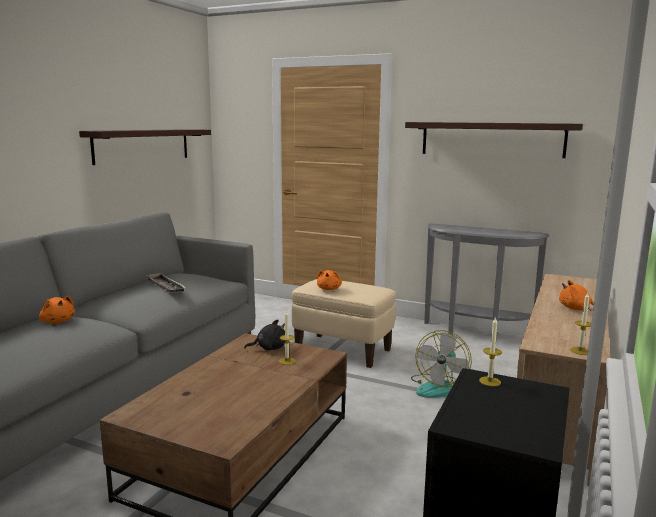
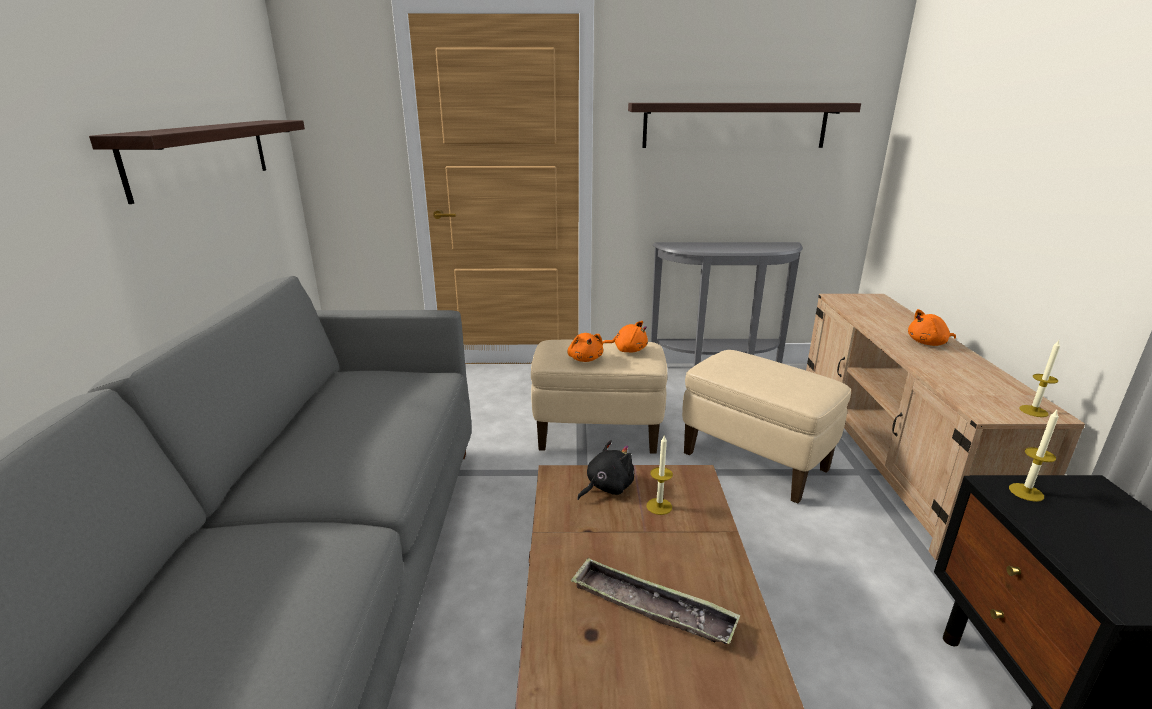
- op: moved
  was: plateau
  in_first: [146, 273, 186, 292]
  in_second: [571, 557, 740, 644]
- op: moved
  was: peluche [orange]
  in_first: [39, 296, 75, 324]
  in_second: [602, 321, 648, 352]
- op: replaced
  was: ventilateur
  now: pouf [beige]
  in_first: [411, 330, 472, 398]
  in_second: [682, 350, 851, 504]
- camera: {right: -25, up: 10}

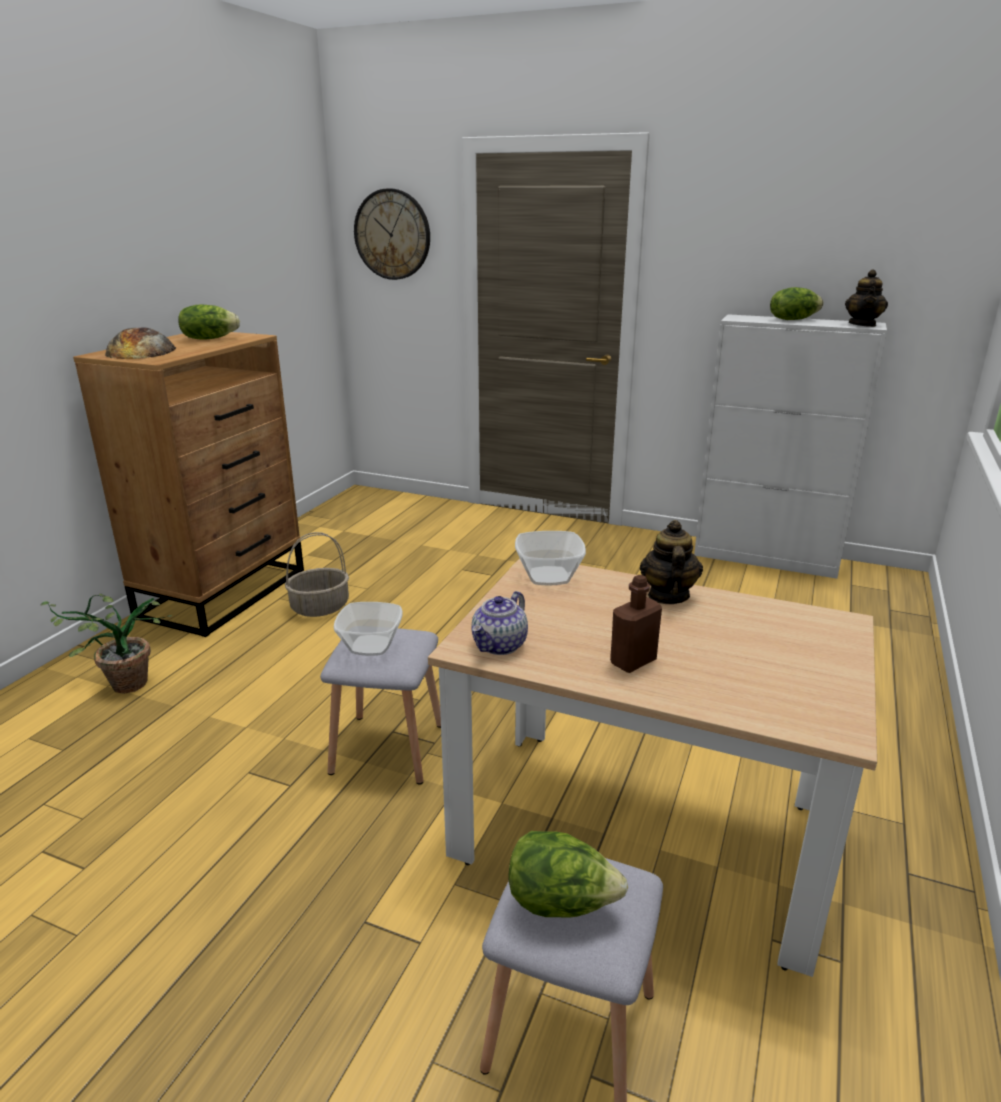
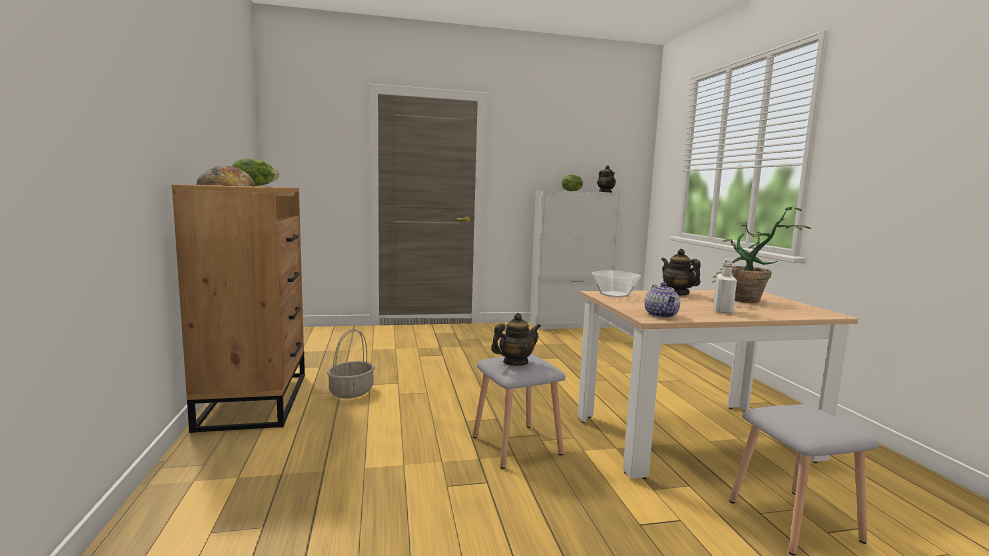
- op: replaced
  was: bol
  now: théière
  in_first: [334, 602, 403, 656]
  in_second: [491, 313, 541, 366]
- op: moved
  was: plante en pot
  in_first: [41, 594, 173, 694]
  in_second: [713, 207, 811, 303]
- op: recoloured
  was: bouteille [marron]
  now: bouteille [blanc]
  in_first: [610, 575, 662, 673]
  in_second: [713, 258, 737, 314]
- op: removed
  was: horloge murale
  in_first: [354, 188, 430, 280]
- op: removed
  was: laitue
  in_first: [508, 831, 628, 918]
- camera: {right: -35, up: -15}

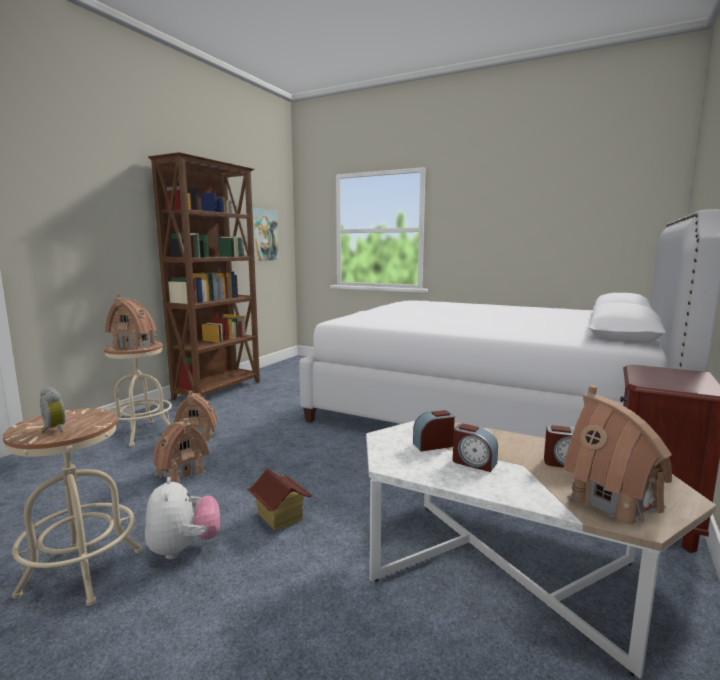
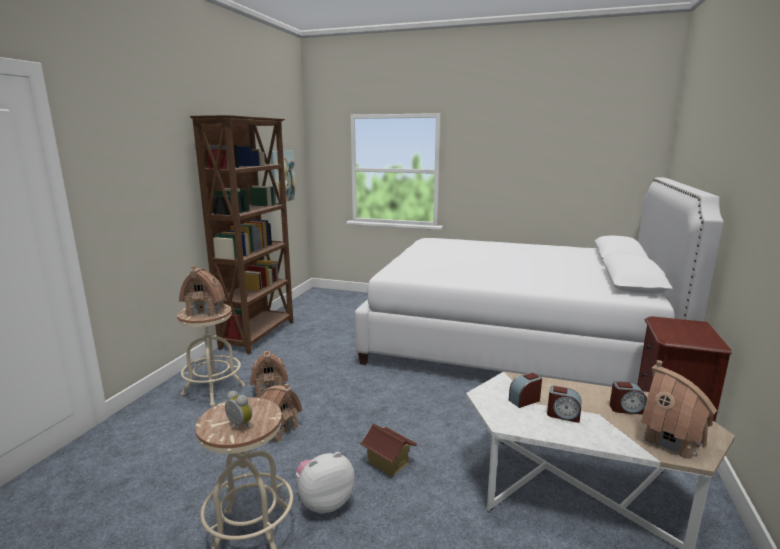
- op: turned
  was: peluche
  in_first: [145, 477, 220, 560]
  in_second: [296, 452, 355, 514]
  clockwise: -90
- camera: {right: -10, up: 5}

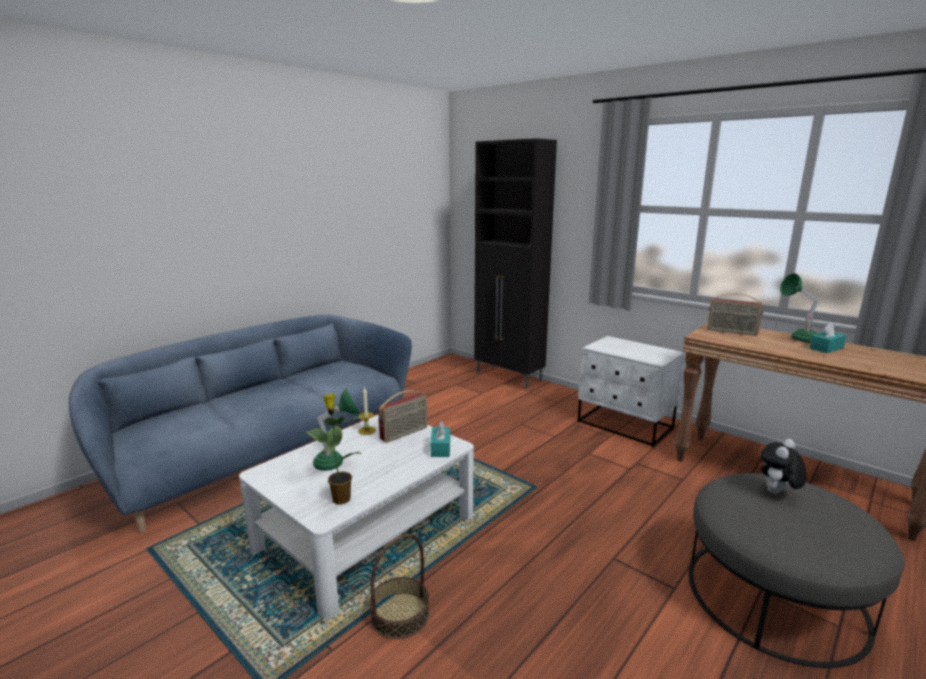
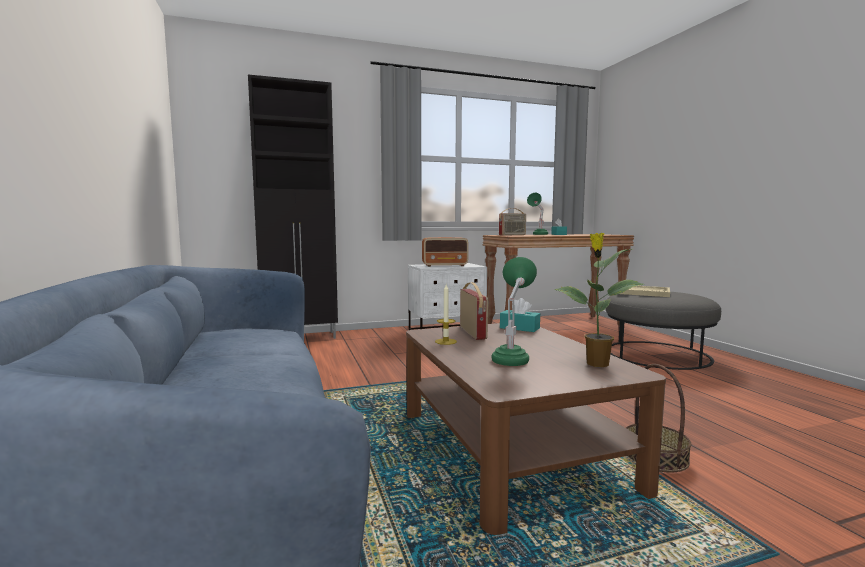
- op: recoloured
  was: table basse [blanc]
  now: table basse [marron]
  in_first: [239, 415, 474, 619]
  in_second: [406, 323, 666, 535]
- op: added
  now: radio
  in_second: [422, 237, 468, 267]
- op: replaced
  was: peluche
  now: plateau [beige]
  in_first: [761, 439, 806, 494]
  in_second: [620, 286, 670, 297]
- camera: {right: -60, up: -10}

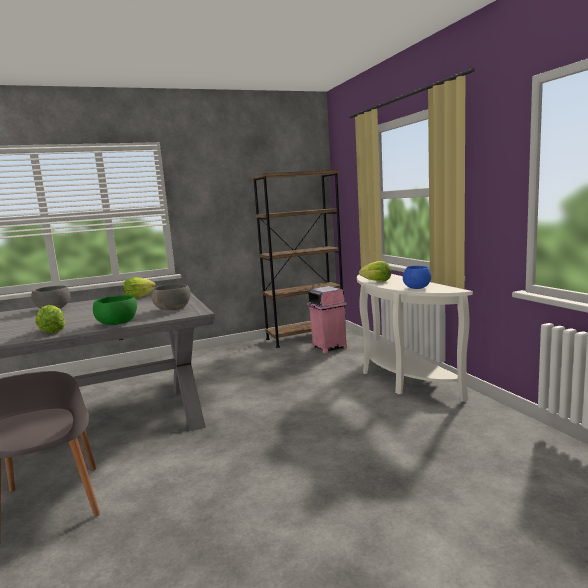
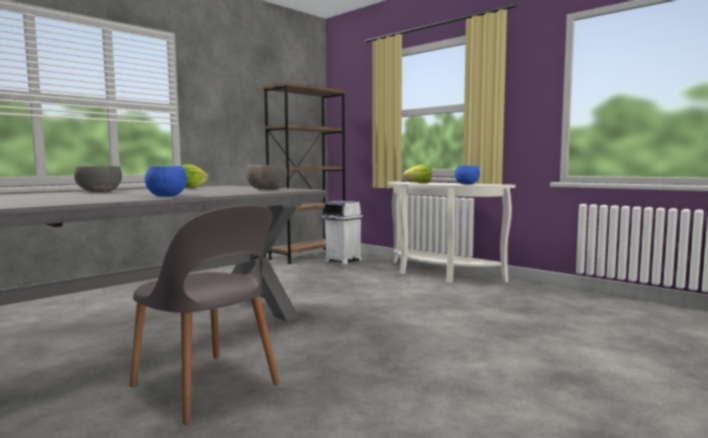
- op: replaced
  was: laitue
  now: bol [bleu]
  in_first: [36, 305, 65, 333]
  in_second: [145, 166, 187, 197]
- op: recoloured
  was: poubelle [rose]
  now: poubelle [blanc]
  in_first: [307, 286, 347, 353]
  in_second: [322, 200, 363, 265]
- op: removed
  was: bol [vert]
  in_first: [93, 295, 137, 325]
- camera: {right: -25, up: -5}

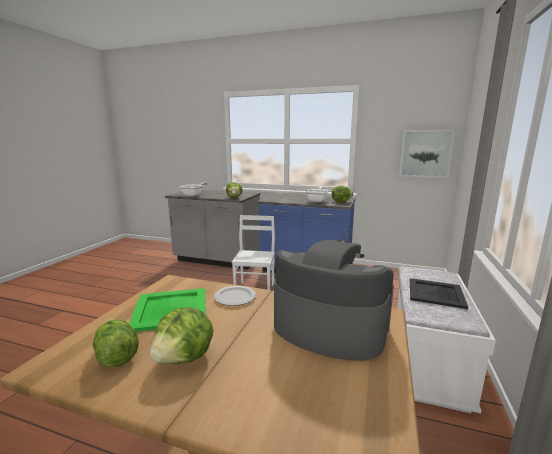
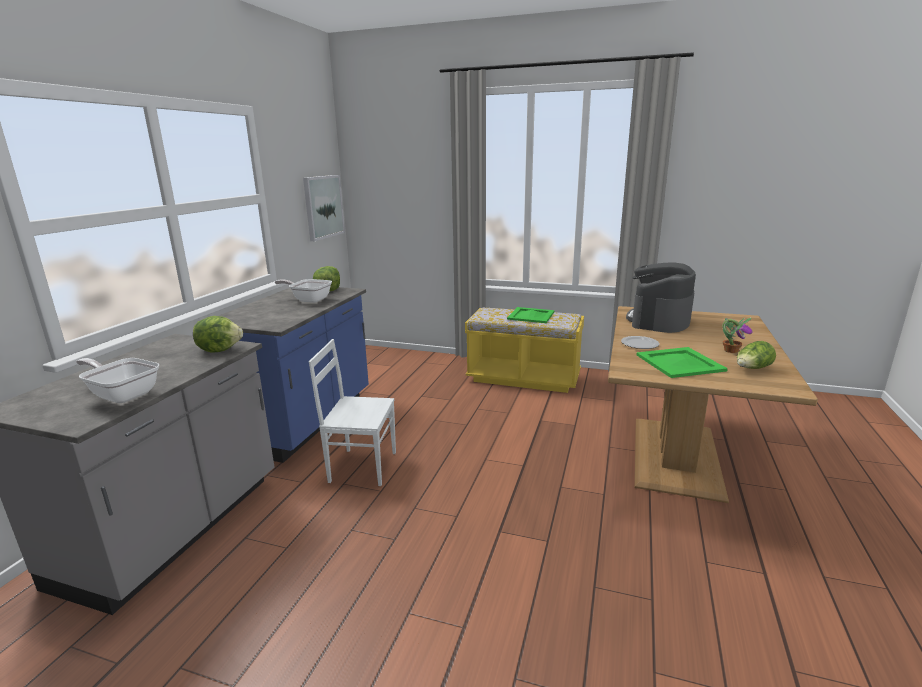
- op: recoloured
  was: banc [blanc]
  now: banc [jaune]
  in_first: [397, 267, 496, 413]
  in_second: [465, 308, 584, 393]
- op: recoloured
  was: plateau [noir]
  now: plateau [vert]
  in_first: [410, 278, 468, 309]
  in_second: [507, 307, 554, 323]
- op: replaced
  was: laitue
  now: plante en pot
  in_first: [150, 307, 213, 364]
  in_second: [722, 317, 753, 353]
- camera: {right: -90, up: 5}

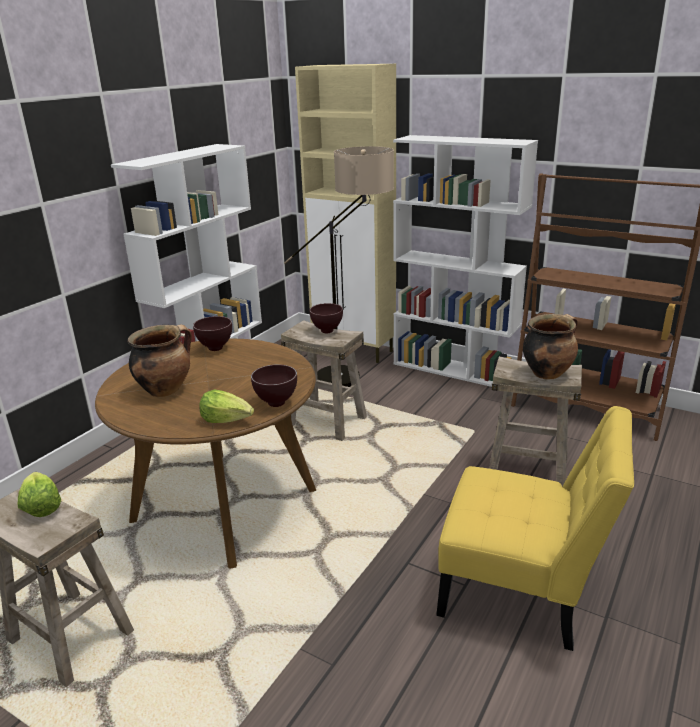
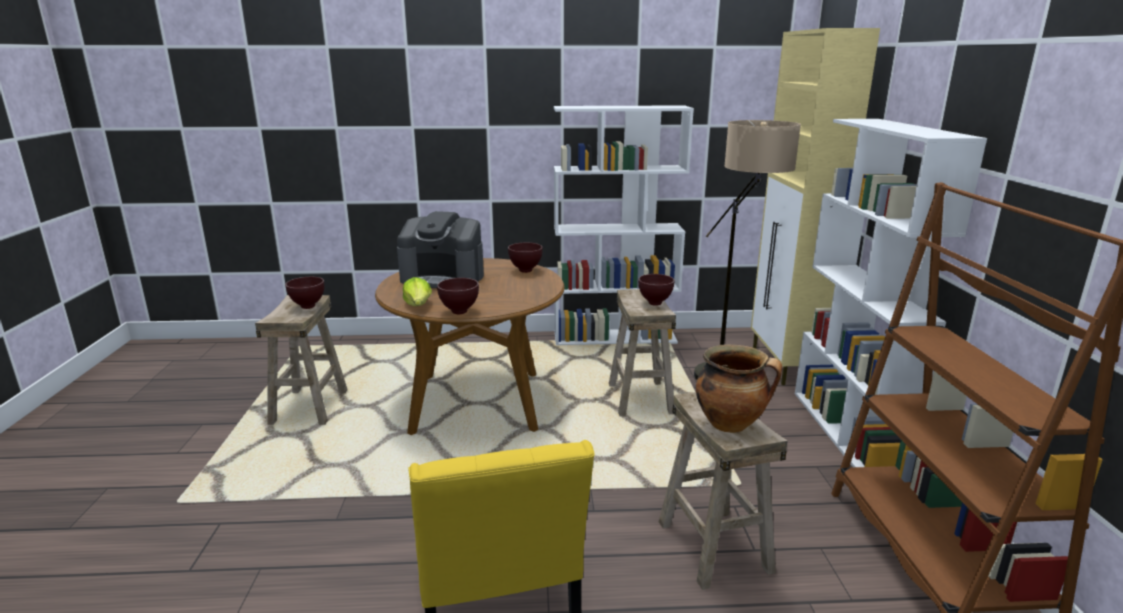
- op: replaced
  was: laitue
  now: bol [marron]
  in_first: [18, 472, 61, 517]
  in_second: [285, 277, 324, 309]
- op: replaced
  was: marmite
  now: machine à café
  in_first: [128, 324, 192, 397]
  in_second: [397, 211, 484, 288]
- camera: {right: 55, up: -5}

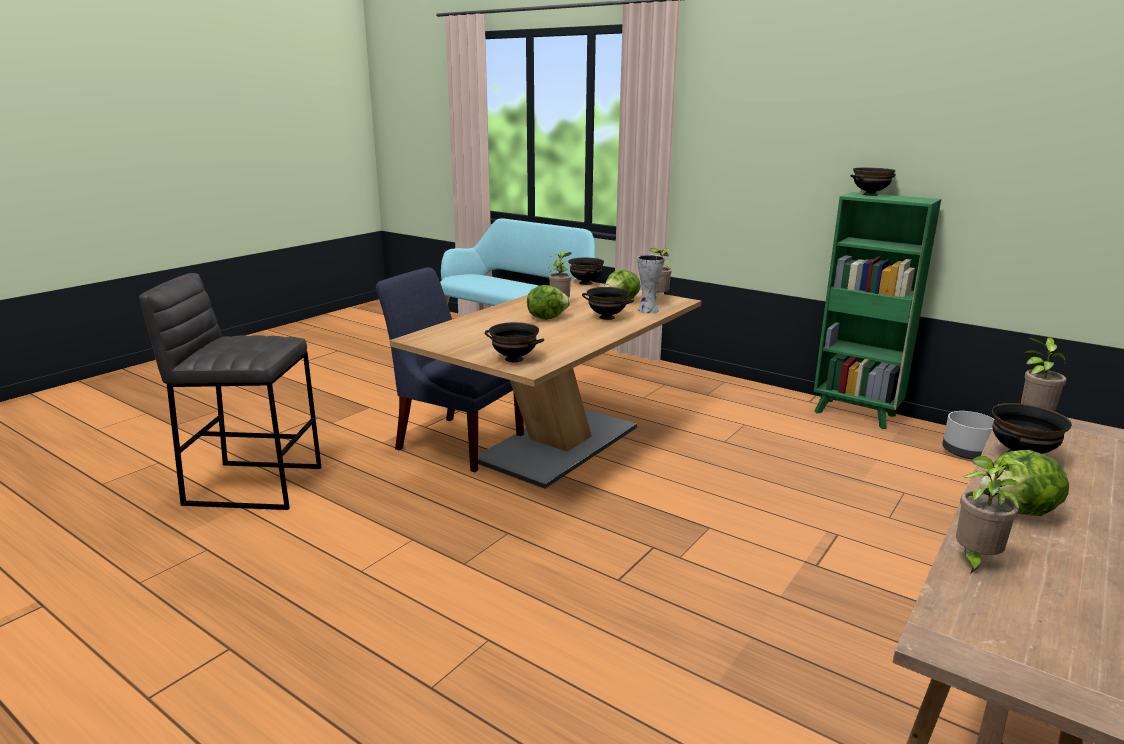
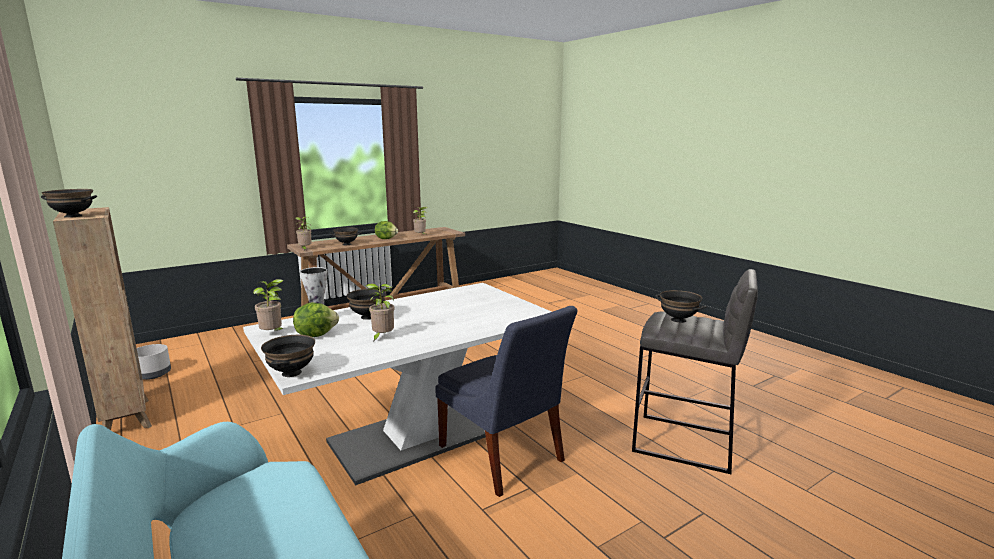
- op: recoloured
  was: bibliothèque [vert]
  now: bibliothèque [marron]
  in_first: [814, 192, 941, 429]
  in_second: [53, 207, 152, 430]
- op: recoloured
  was: table à manger [marron]
  now: table à manger [blanc]
  in_first: [389, 279, 701, 489]
  in_second: [243, 283, 552, 485]
- op: moved
  was: bol [noir]
  in_first: [485, 322, 544, 362]
  in_second: [655, 290, 707, 323]
- op: removed
  was: laitue
  in_first: [527, 285, 570, 319]
- camera: {right: -160, up: -5}

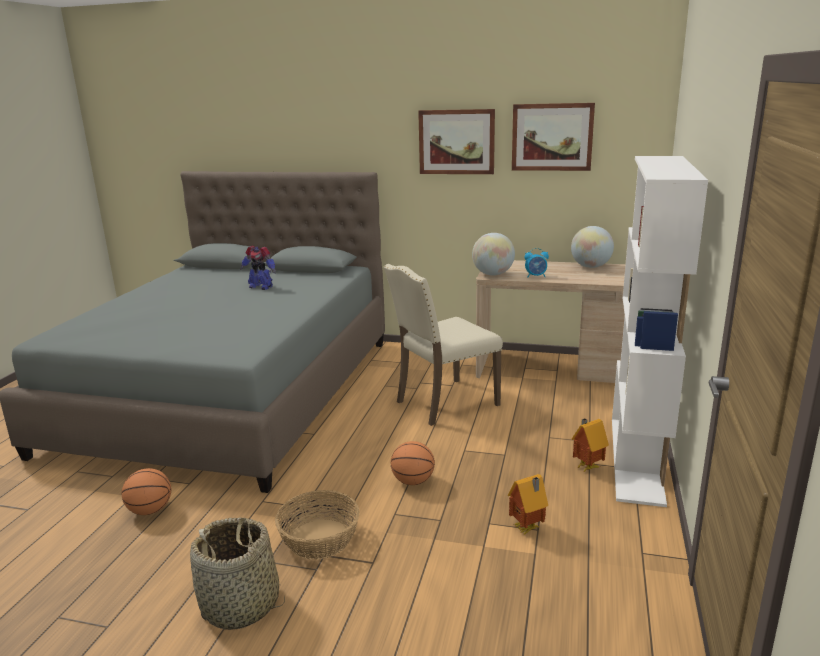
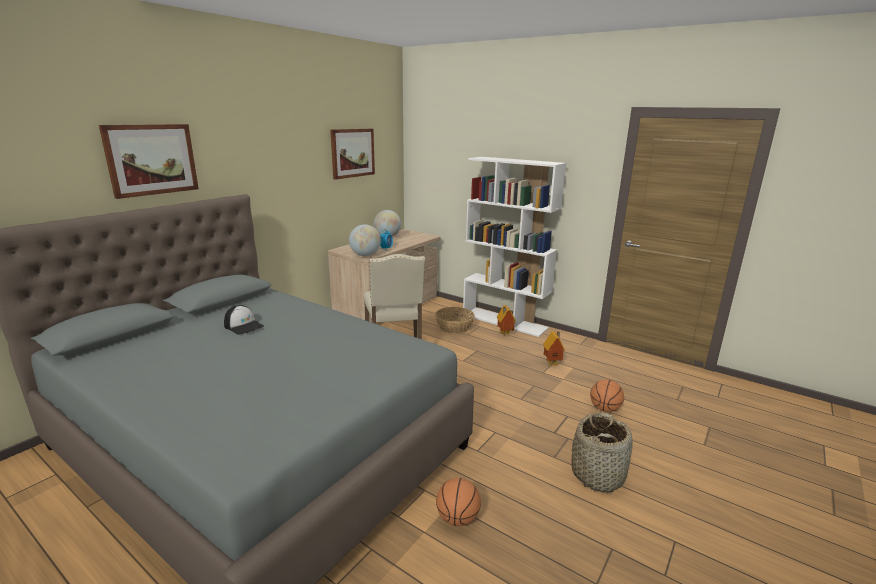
- op: moved
  was: tableau
  in_first: [418, 109, 495, 174]
  in_second: [99, 124, 199, 199]
- op: replaced
  was: robot jouet
  now: casquette
  in_first: [240, 246, 276, 290]
  in_second: [224, 305, 264, 335]
- op: moved
  was: panier
  in_first: [275, 490, 360, 559]
  in_second: [435, 307, 475, 334]
- op: moved
  was: ballon de basket
  in_first: [391, 441, 435, 485]
  in_second: [590, 379, 624, 412]
- camera: {right: -70, up: 0}

